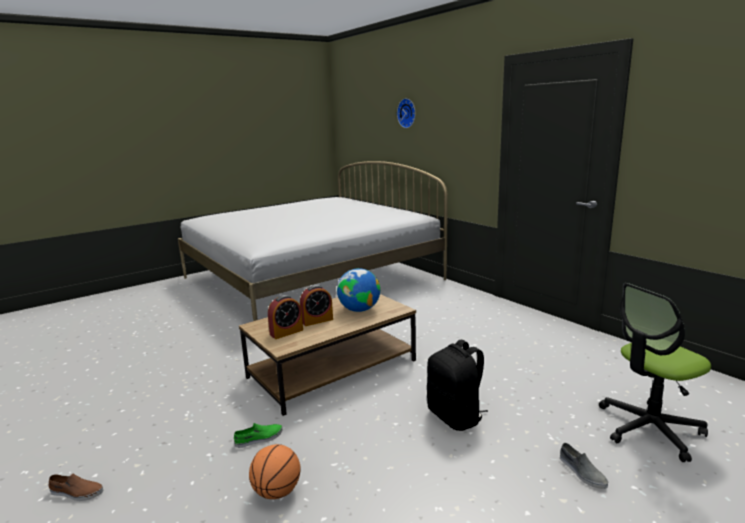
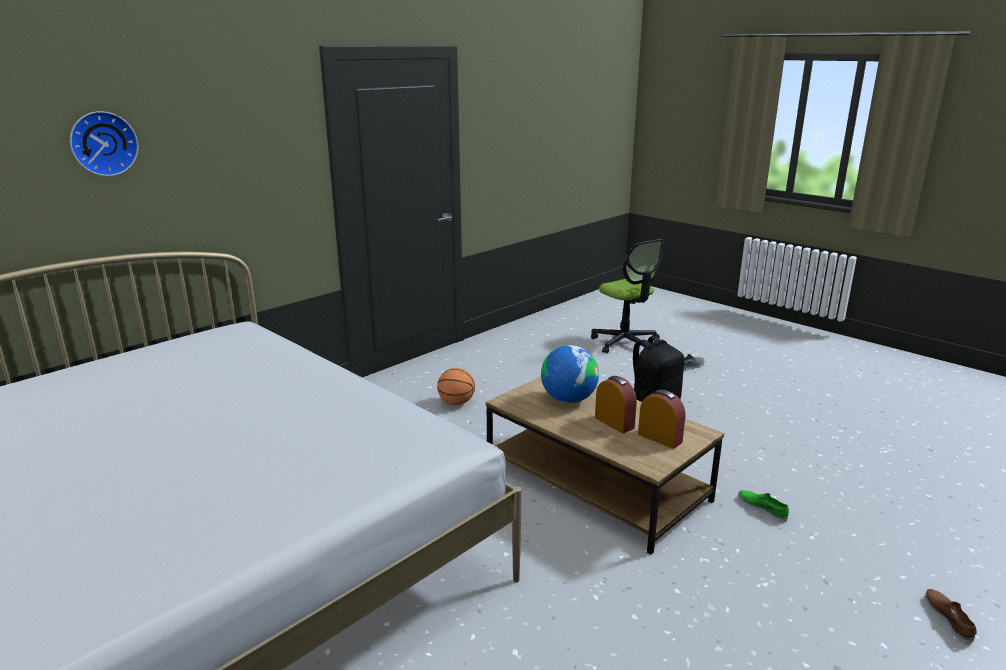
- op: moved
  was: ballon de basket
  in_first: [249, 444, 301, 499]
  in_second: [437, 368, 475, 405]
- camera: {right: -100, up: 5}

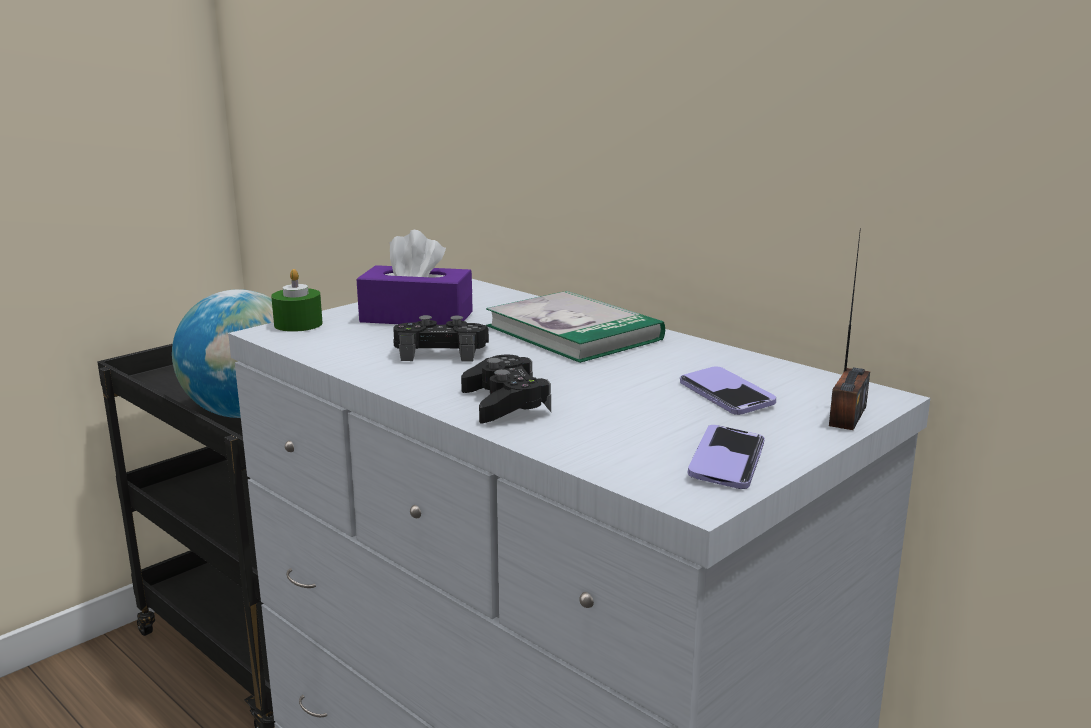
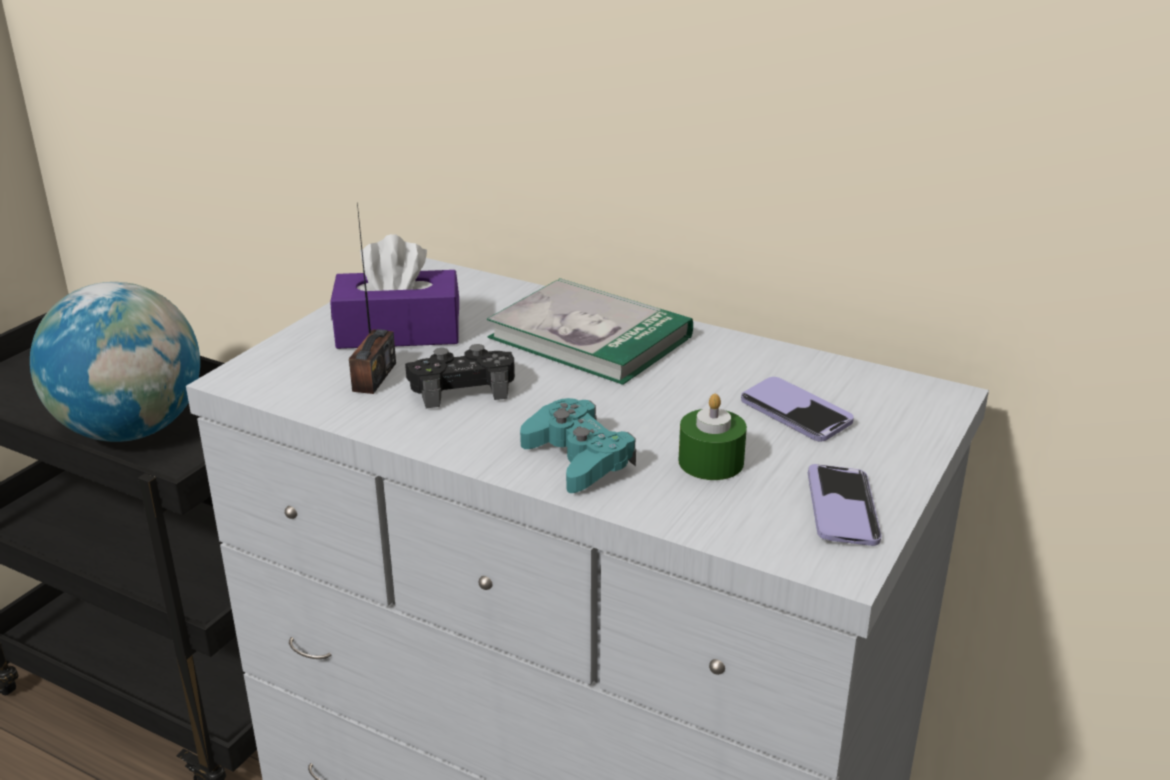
- op: moved
  was: radio
  in_first: [829, 228, 870, 430]
  in_second: [349, 202, 396, 394]
- op: recoloured
  was: manette [noir]
  now: manette [turquoise]
  in_first: [461, 355, 551, 423]
  in_second: [520, 398, 636, 493]
- op: moved
  was: bougie [vert]
  in_first: [271, 269, 323, 332]
  in_second: [679, 394, 747, 480]
- camera: {right: -15, up: 10}

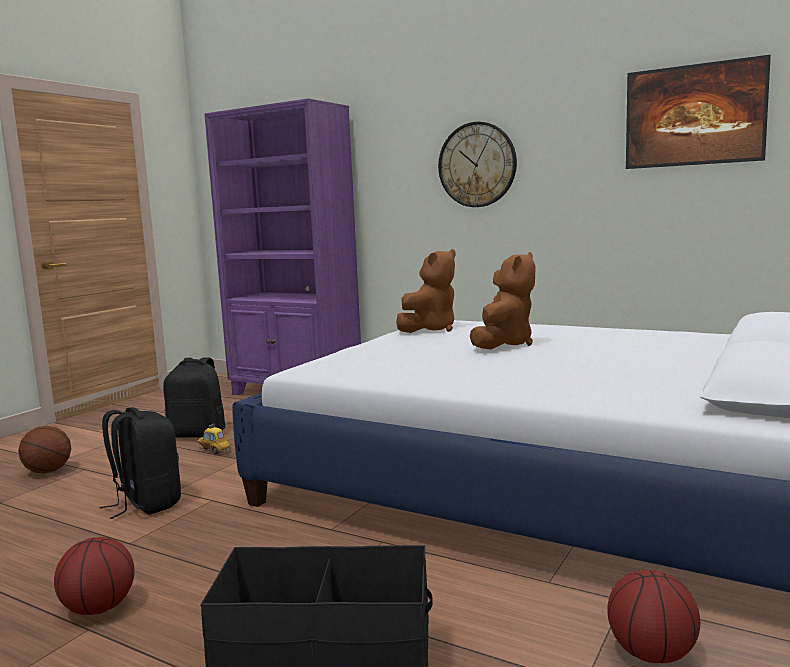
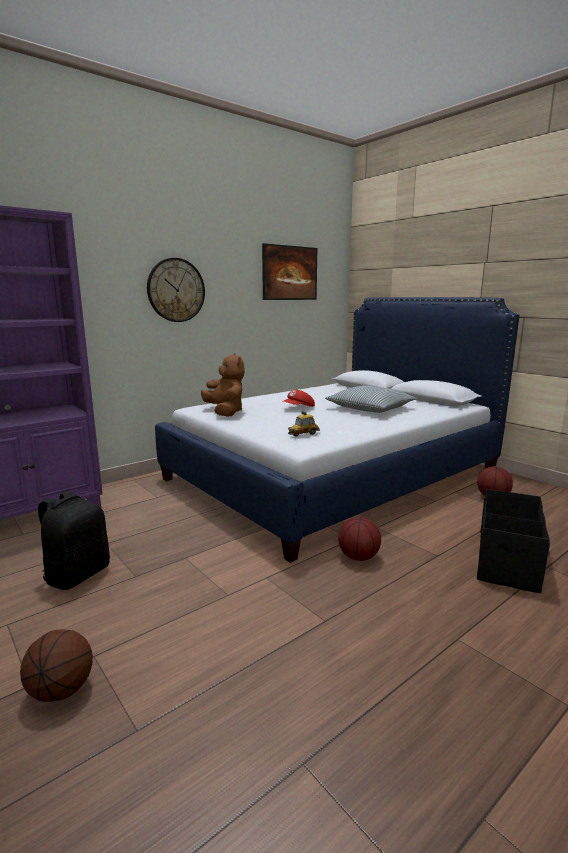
- op: replaced
  was: peluche [marron]
  now: casquette [rouge]
  in_first: [470, 252, 536, 349]
  in_second: [282, 390, 315, 407]
- op: moved
  was: petite voiture
  in_first: [197, 424, 231, 454]
  in_second: [288, 411, 320, 436]
- op: added
  now: coussin
  in_second: [325, 385, 417, 413]
- op: moved
  was: ballon de basket
  in_first: [54, 537, 135, 615]
  in_second: [338, 517, 381, 561]
- op: removed
  was: sac à dos [noir]
  in_first: [100, 408, 181, 519]
- camera: {right: -70, up: 5}

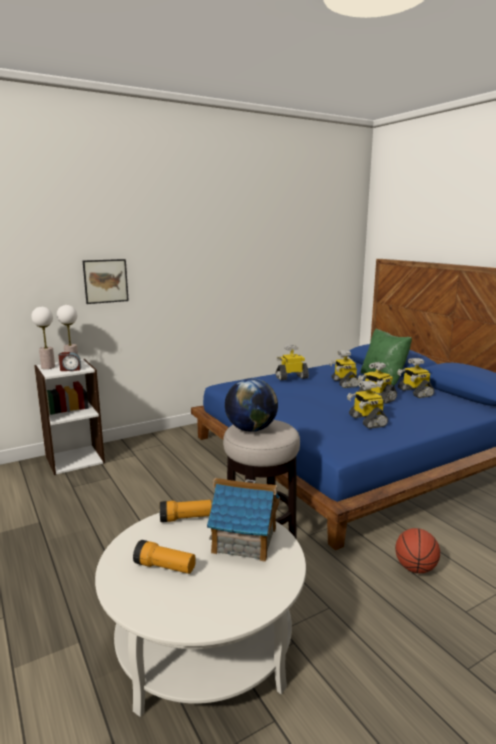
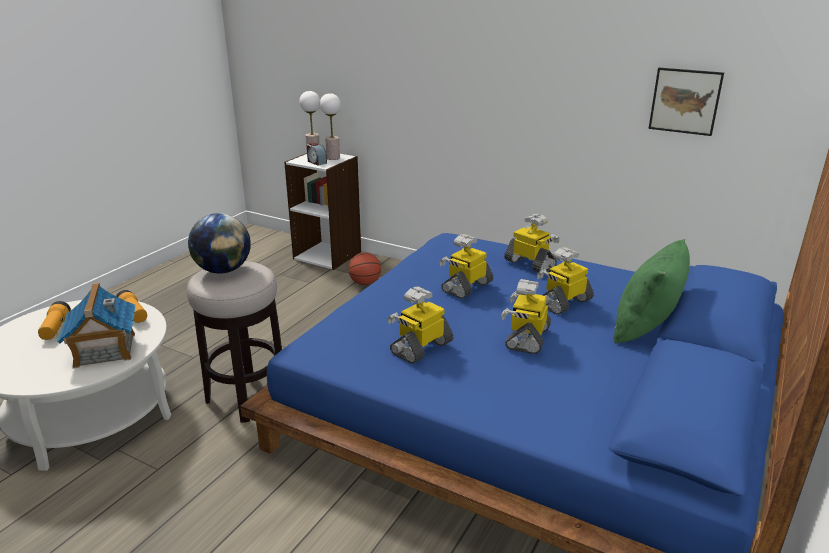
- op: moved
  was: ballon de basket
  in_first: [395, 528, 440, 573]
  in_second: [348, 253, 381, 285]
- op: moved
  was: robot jouet
  in_first: [397, 358, 434, 398]
  in_second: [439, 234, 494, 299]
- op: moved
  was: tableau
  in_first: [83, 259, 129, 304]
  in_second: [648, 68, 724, 136]
- camera: {right: 60, up: 10}

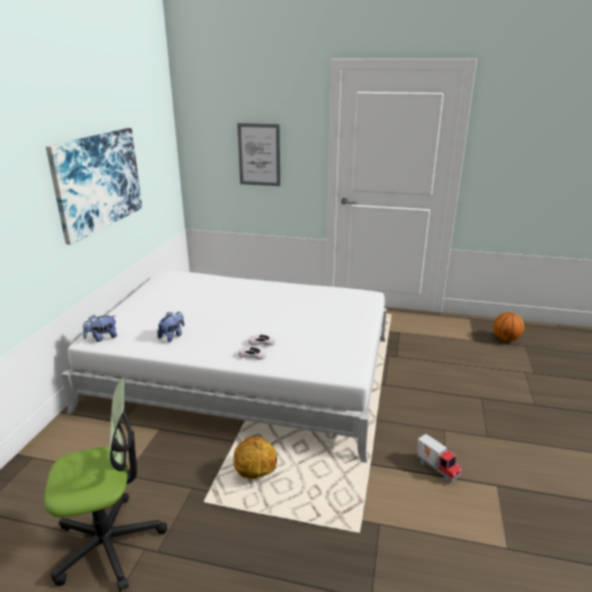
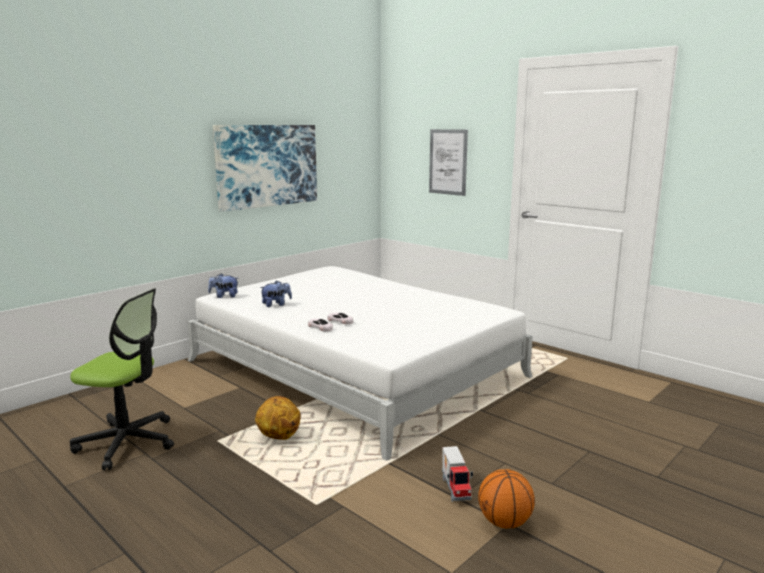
- op: moved
  was: ballon de basket
  in_first: [493, 312, 524, 341]
  in_second: [478, 469, 535, 529]
- camera: {right: 30, up: -10}

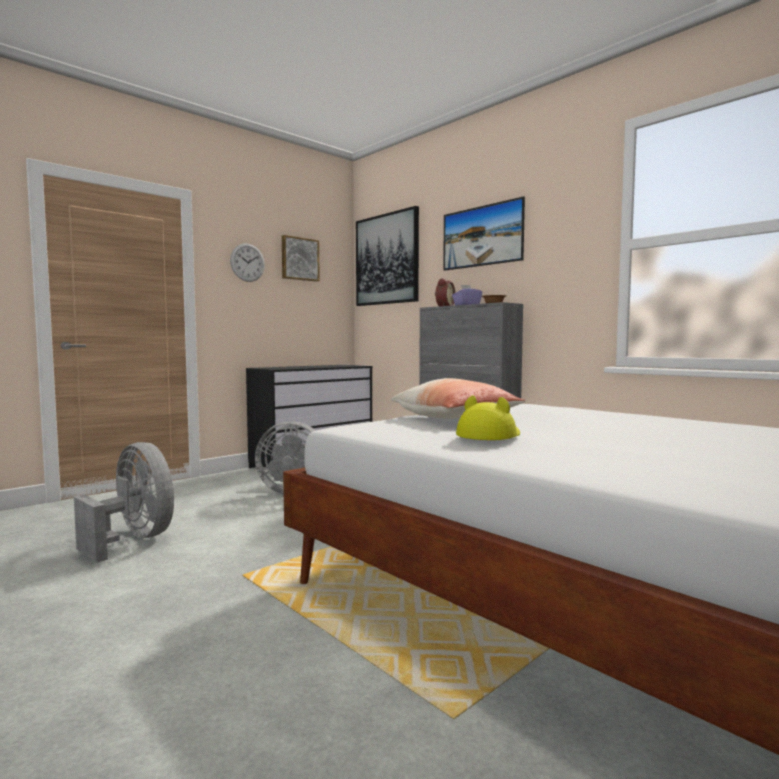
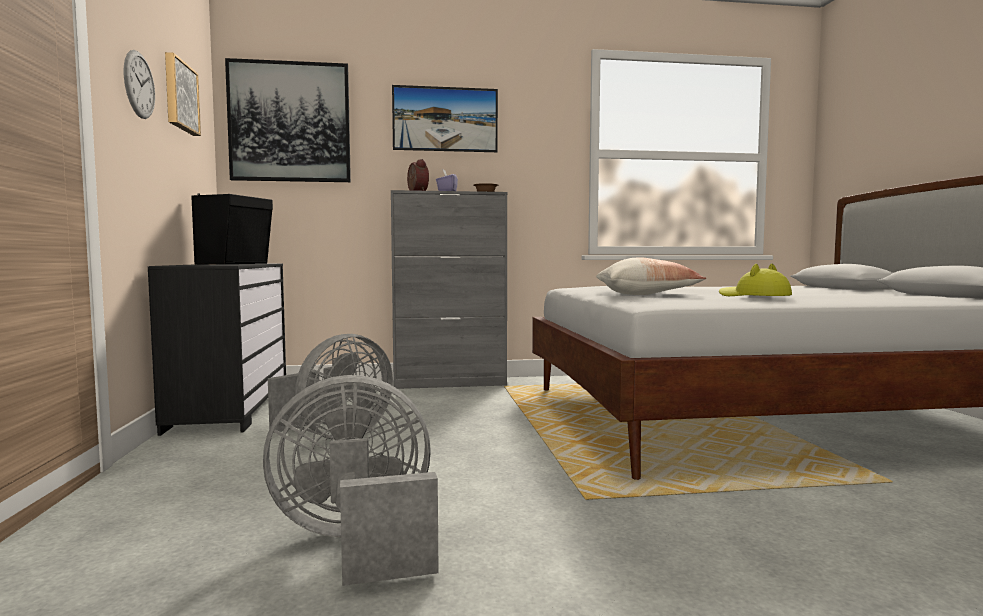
- op: added
  now: enceinte [noir]
  in_second: [191, 193, 273, 264]
- camera: {right: -55, up: 0}

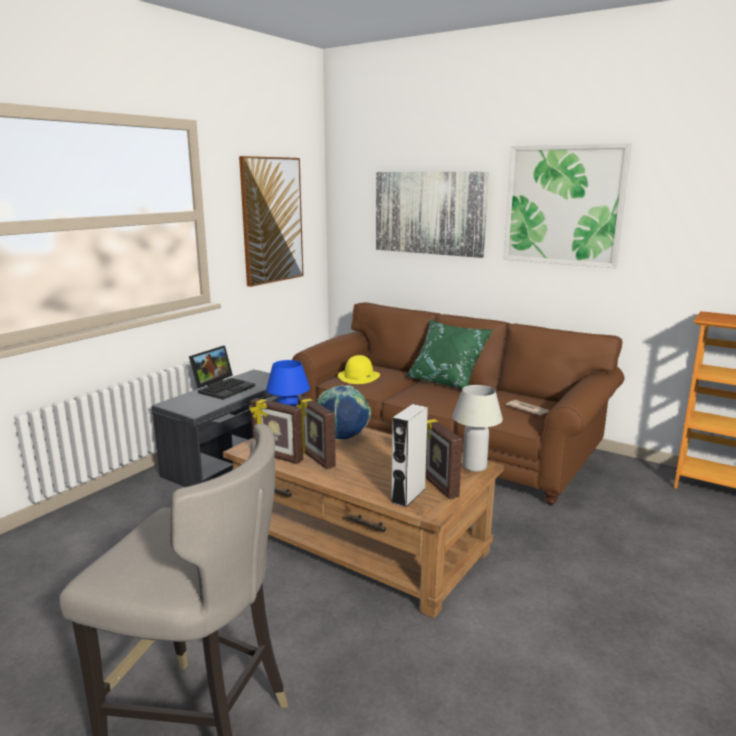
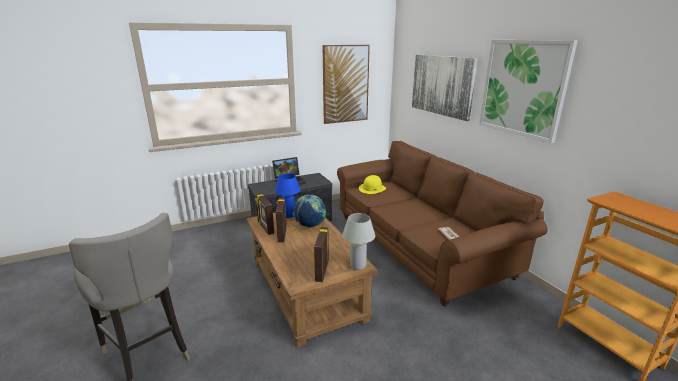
- op: removed
  was: enceinte [gris]
  in_first: [391, 404, 428, 507]
- op: removed
  was: coussin [vert]
  in_first: [404, 319, 493, 389]
- camera: {right: 30, up: 5}

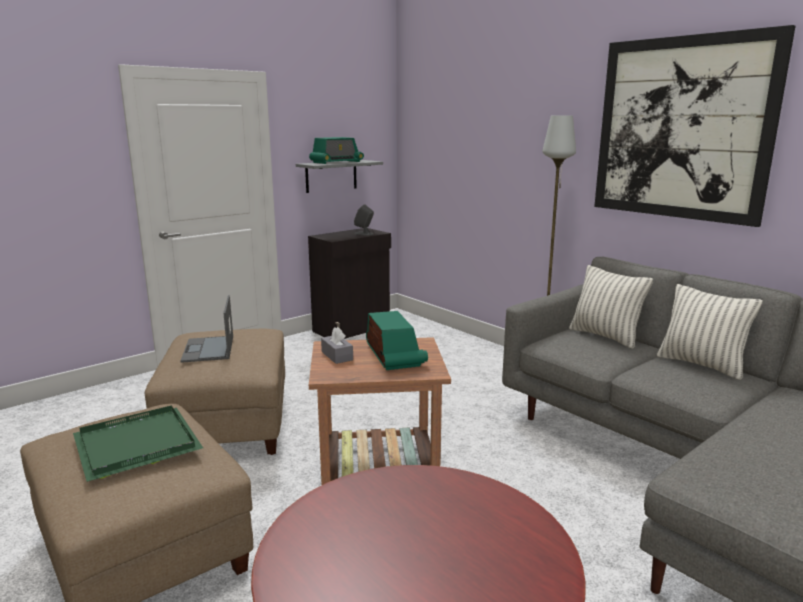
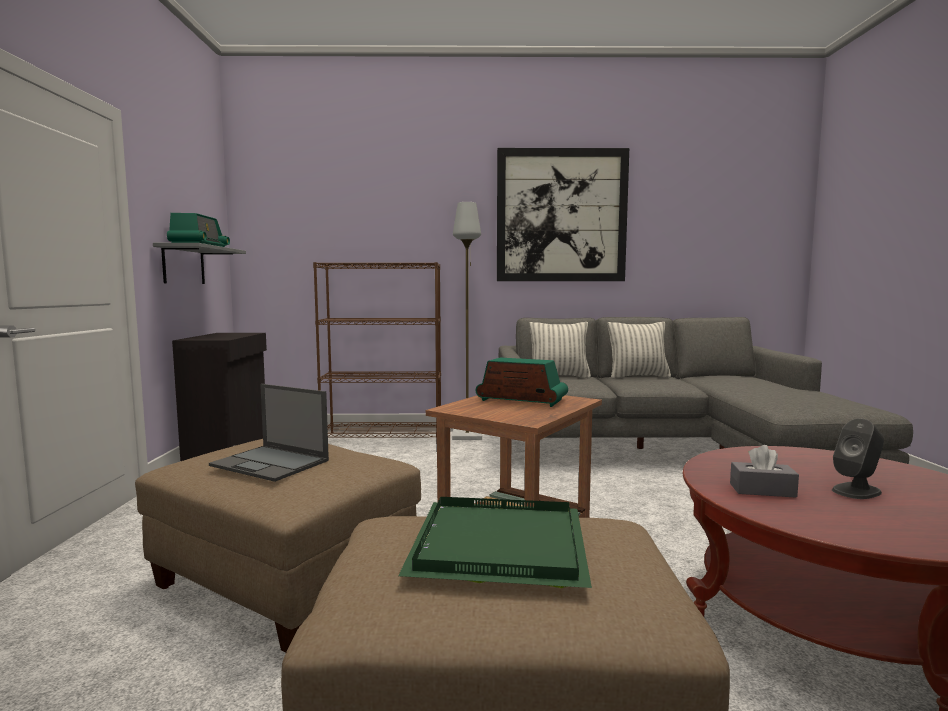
- op: added
  now: bibliothèque [marron]
  in_second: [313, 262, 441, 444]
- op: moved
  was: boîte à mouchoirs [gris]
  in_first: [321, 327, 353, 364]
  in_second: [730, 445, 799, 498]
- op: moved
  was: enceinte [gris]
  in_first: [354, 204, 374, 235]
  in_second: [832, 418, 884, 499]
- camera: {right: -50, up: -10}

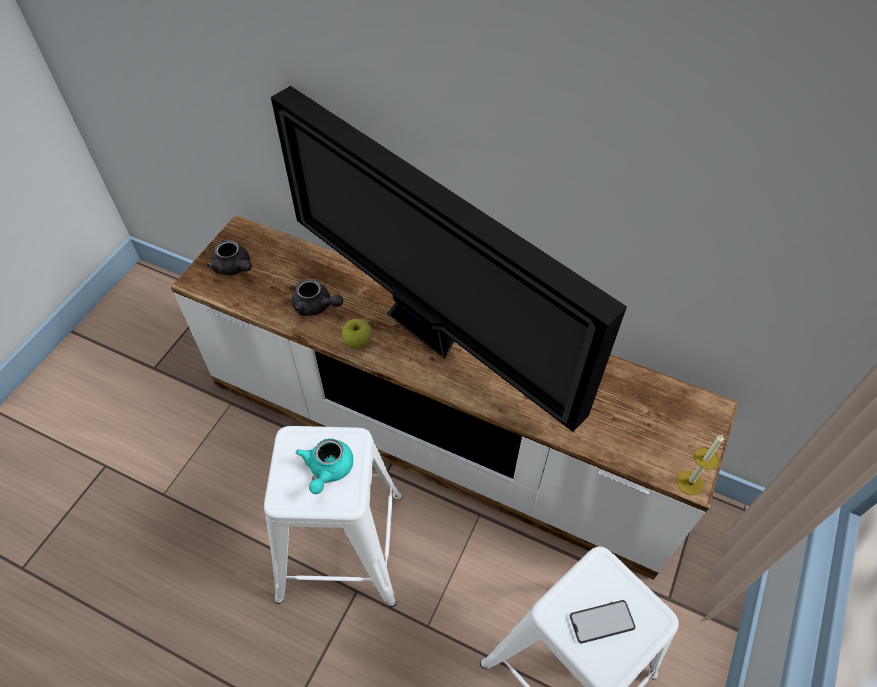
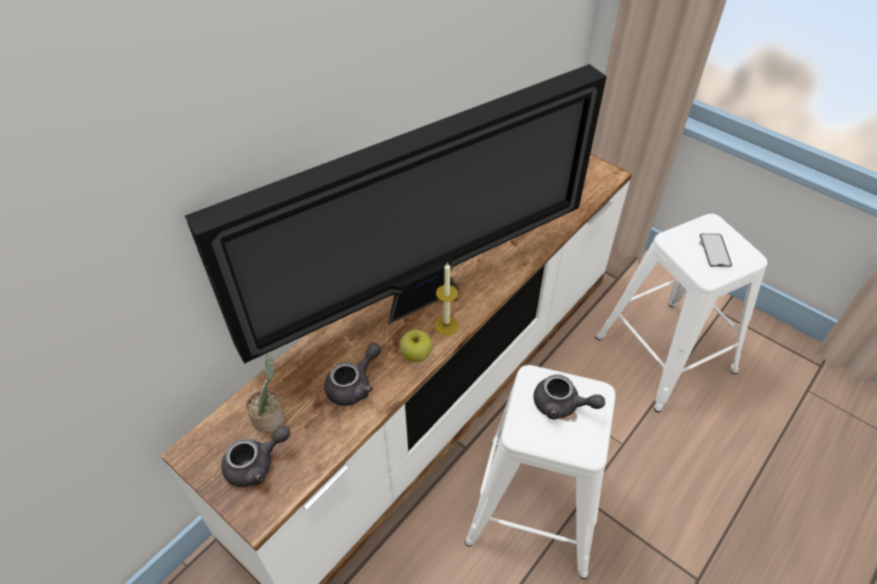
- op: added
  now: plante en pot
  in_second: [246, 353, 285, 433]
- op: moved
  was: bougie
  in_first: [676, 435, 723, 495]
  in_second: [434, 262, 459, 335]
- op: recoloured
  was: théière [turquoise]
  now: théière [gris]
  in_first: [296, 438, 353, 494]
  in_second: [534, 374, 605, 420]
- camera: {right: -75, up: -5}

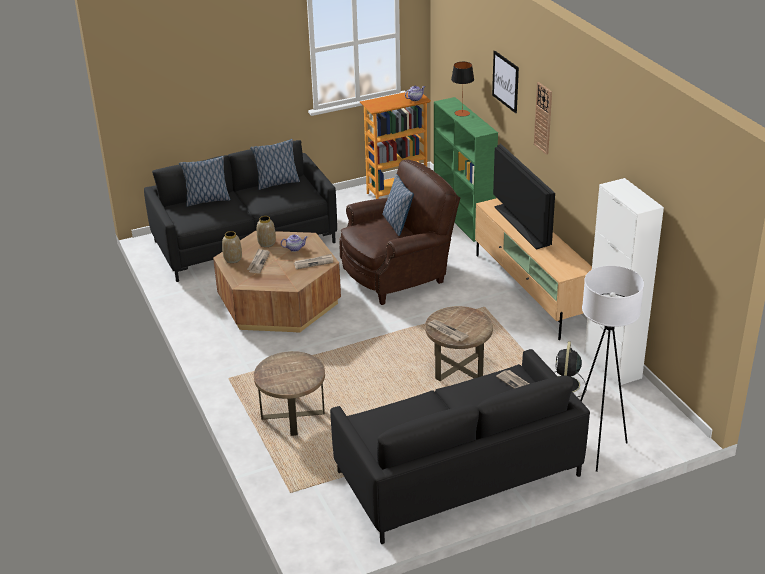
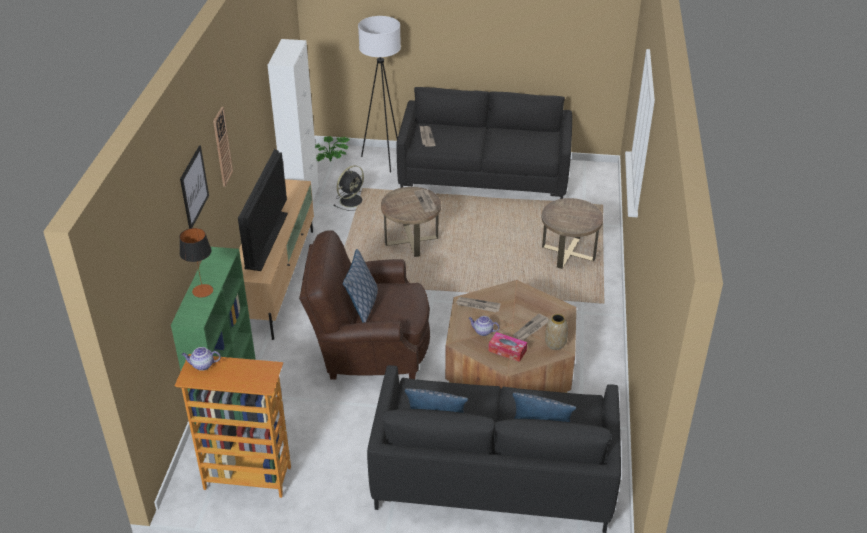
- op: added
  now: plante en pot
  in_second: [315, 136, 350, 162]
- op: replaced
  was: vase
  now: boîte à mouchoirs
  in_first: [257, 216, 276, 247]
  in_second: [489, 332, 527, 362]
- camera: {right: -150, up: 5}

